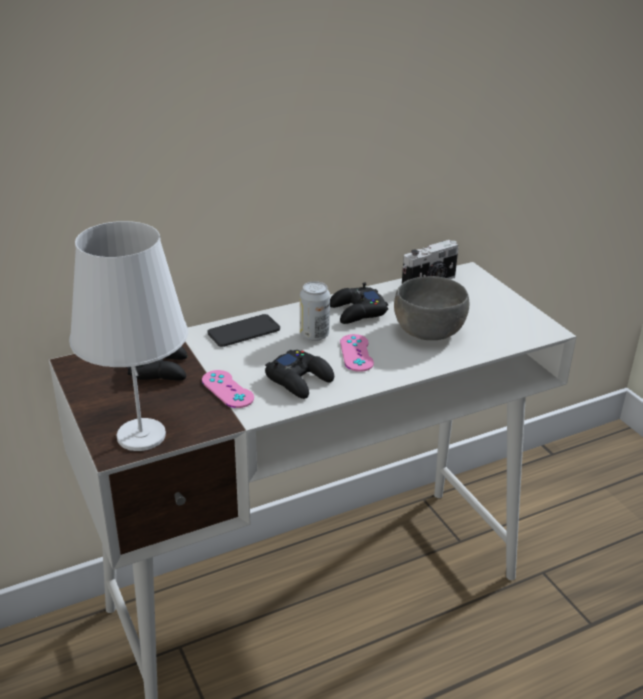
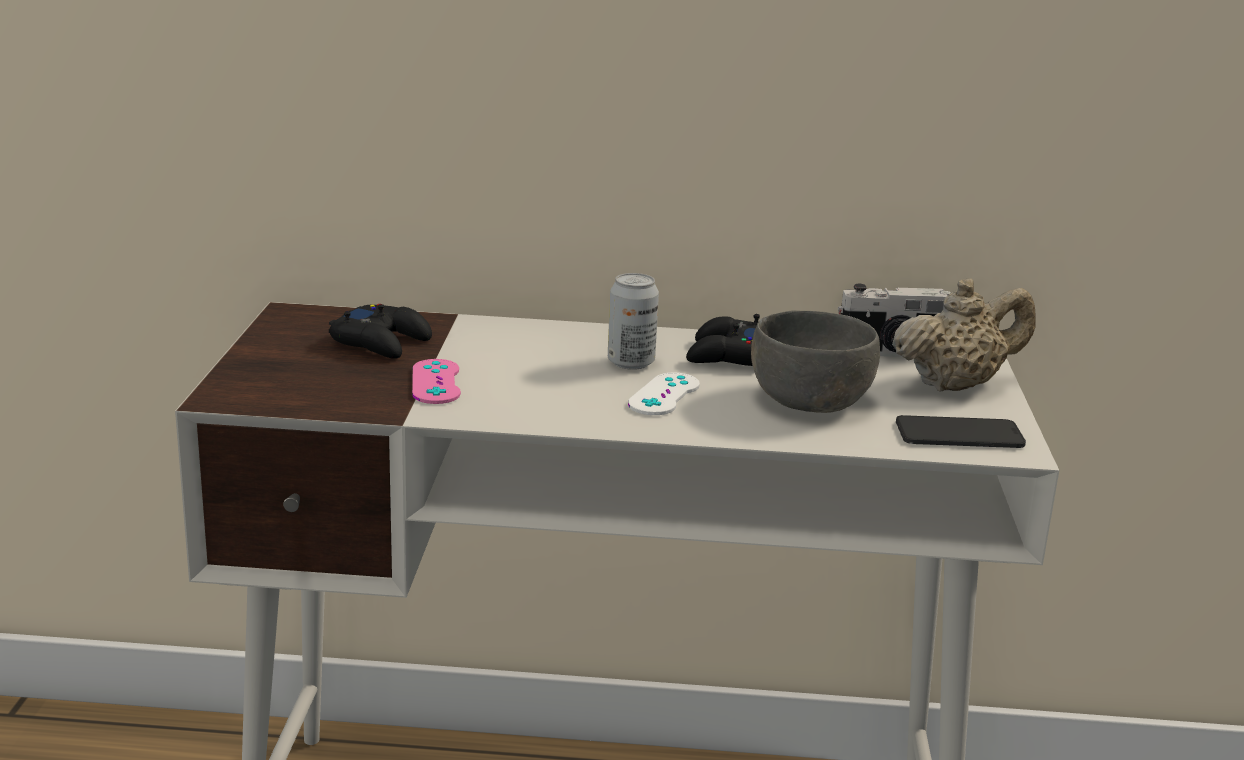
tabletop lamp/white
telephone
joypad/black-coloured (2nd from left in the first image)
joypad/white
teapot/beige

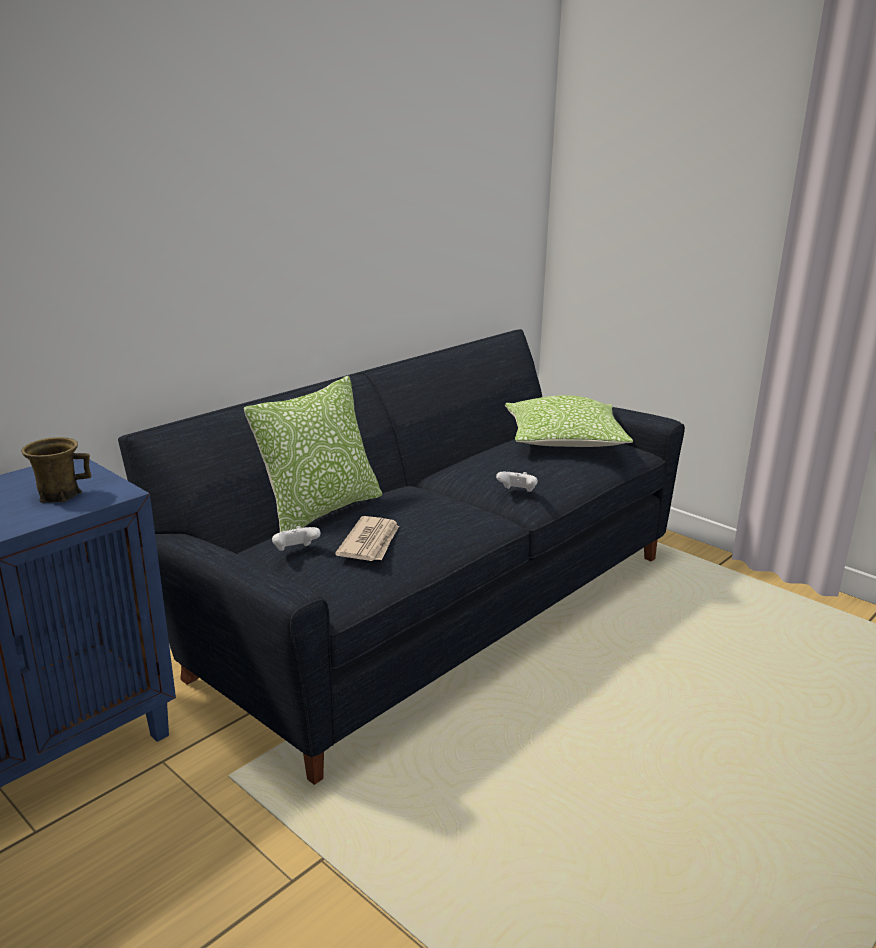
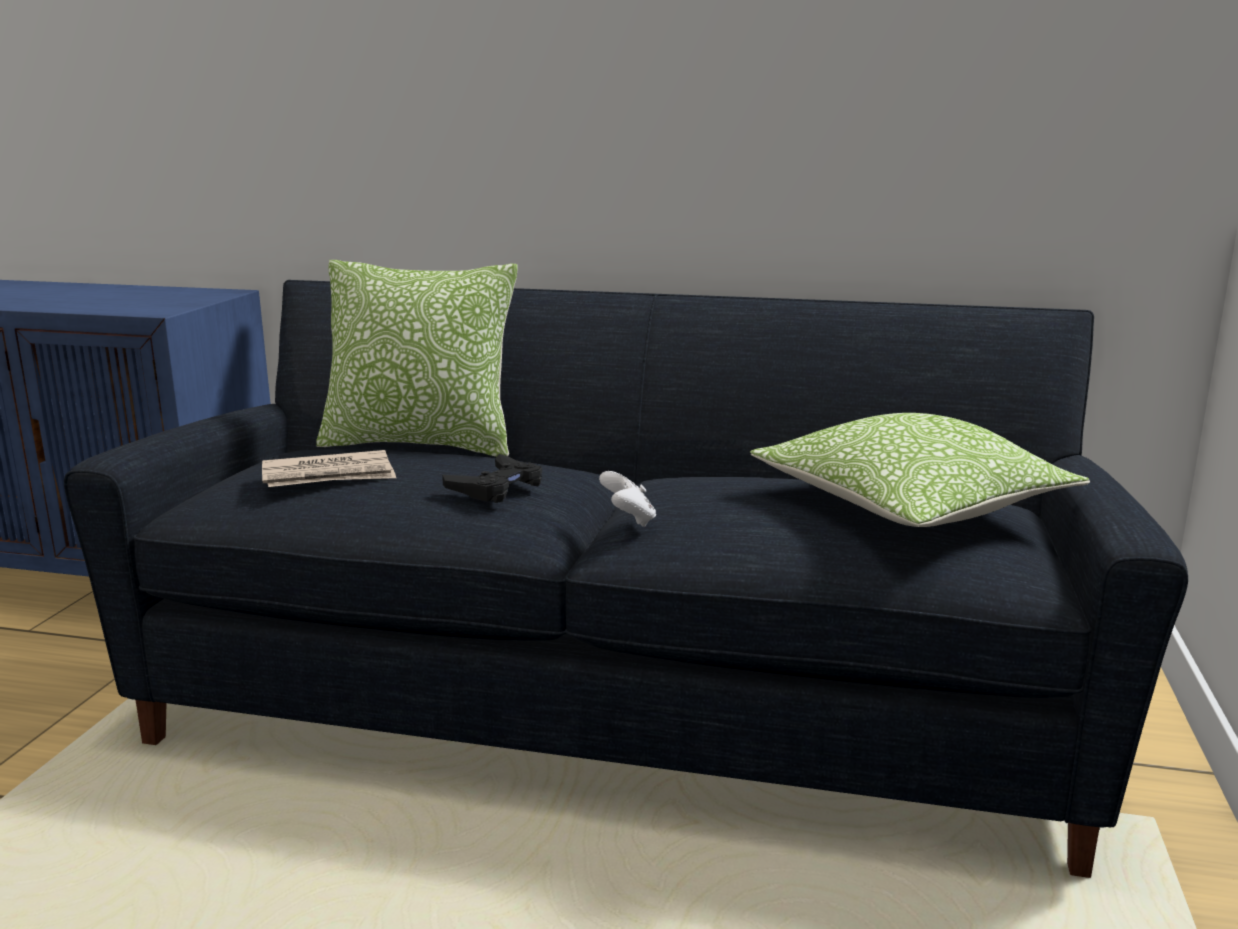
coffee mug/brownish
joypad/white (1st from left in the first image)
joypad/black-coloured

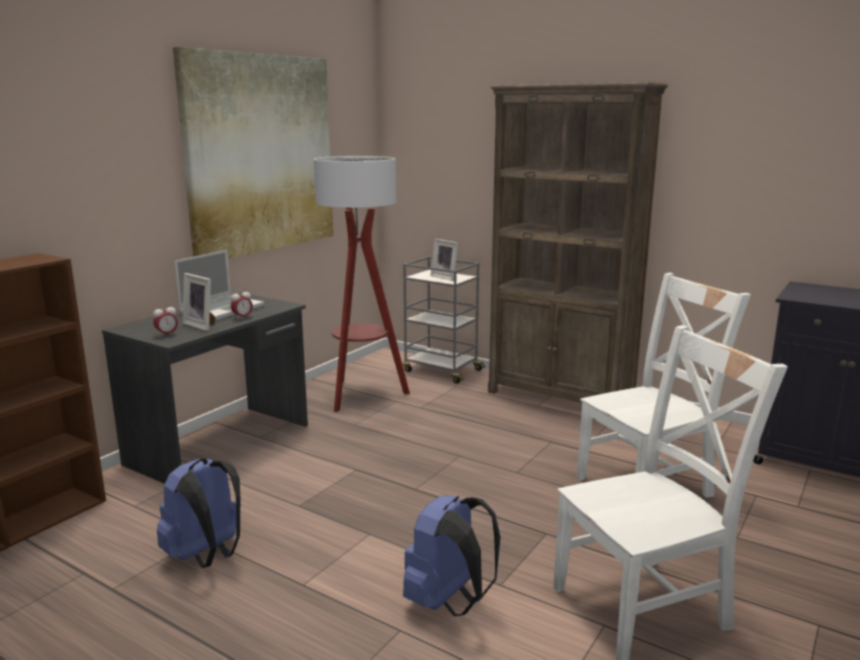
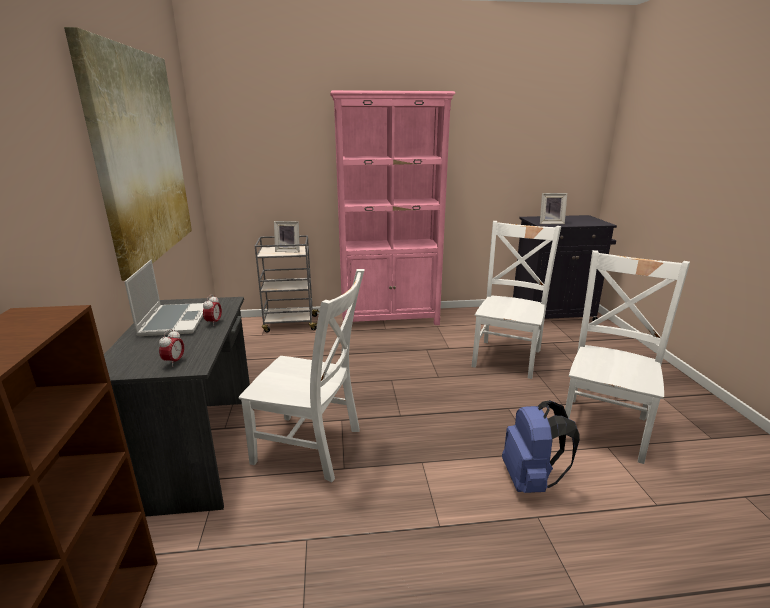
backpack/blue-coloured (1st from left in the first image)
standing frame (2nd from left)
standing lamp
bookcase/pinkish
chair/white (1st from left)

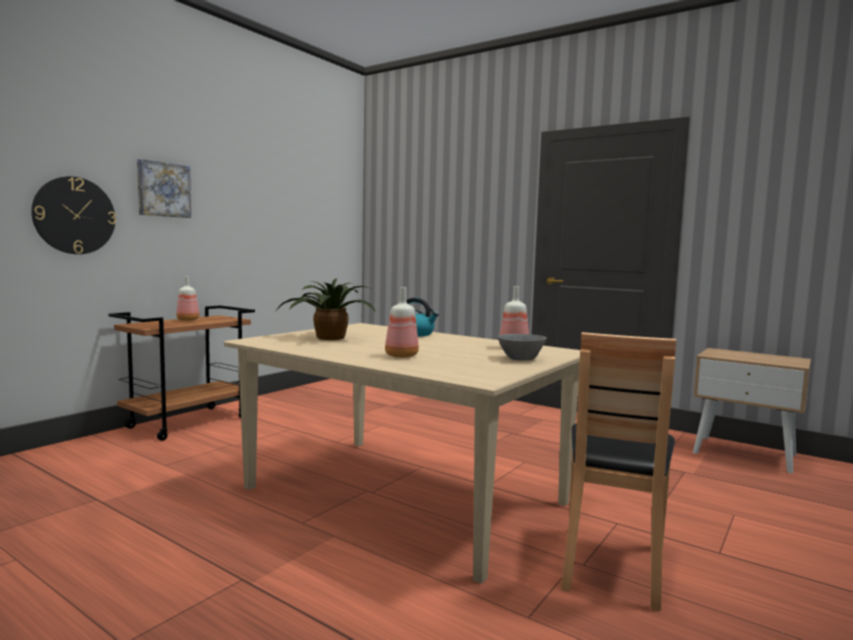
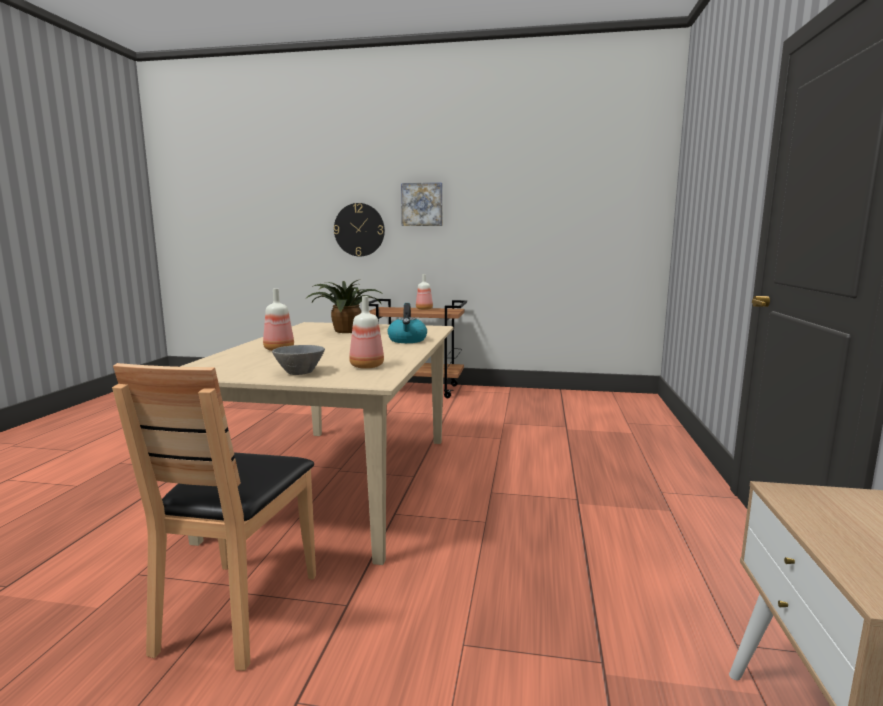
chair/brownish

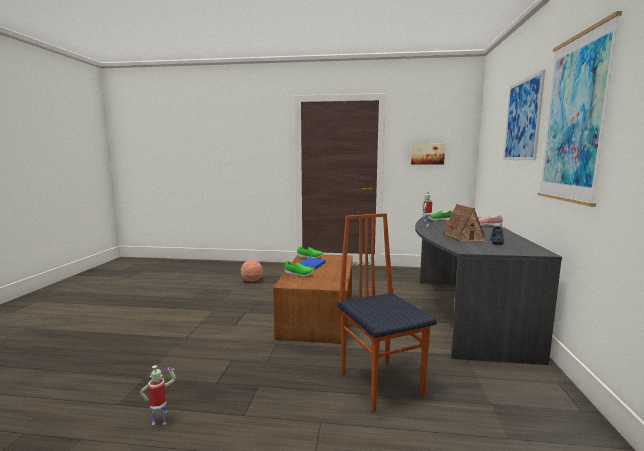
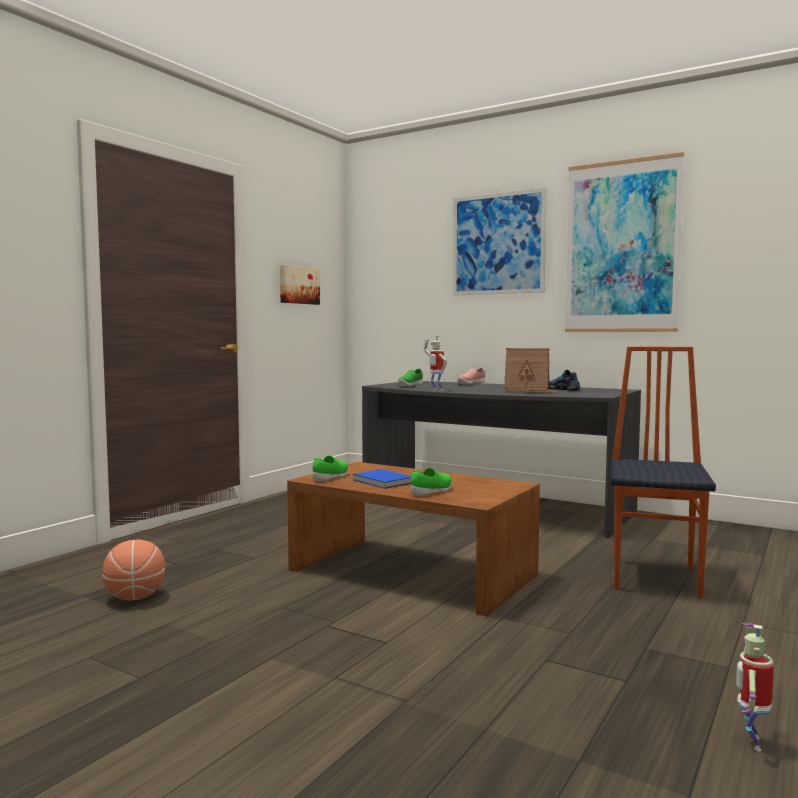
chair

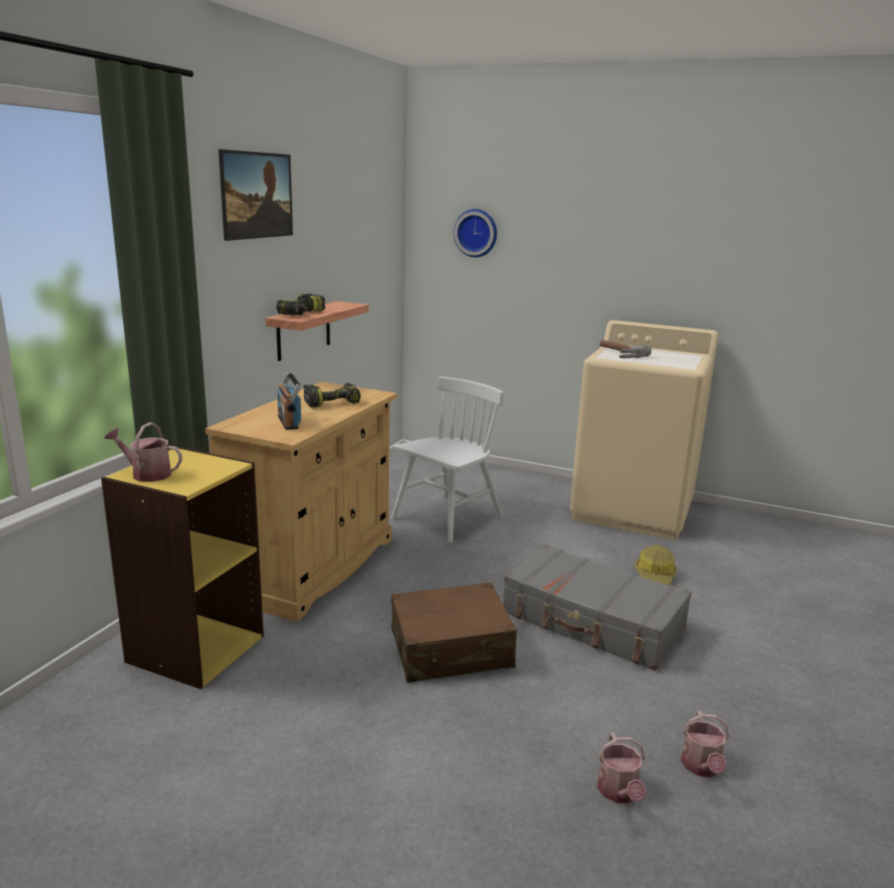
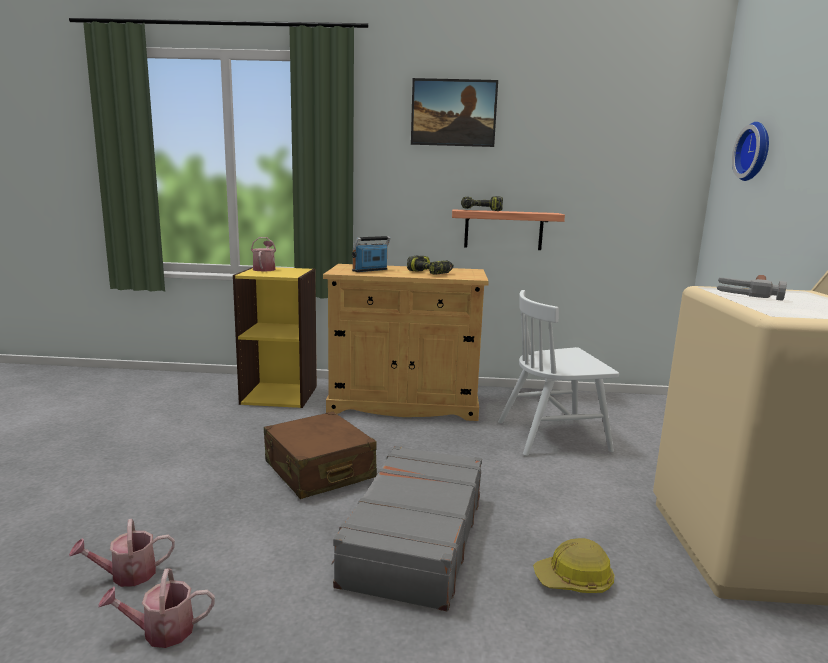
chair/white

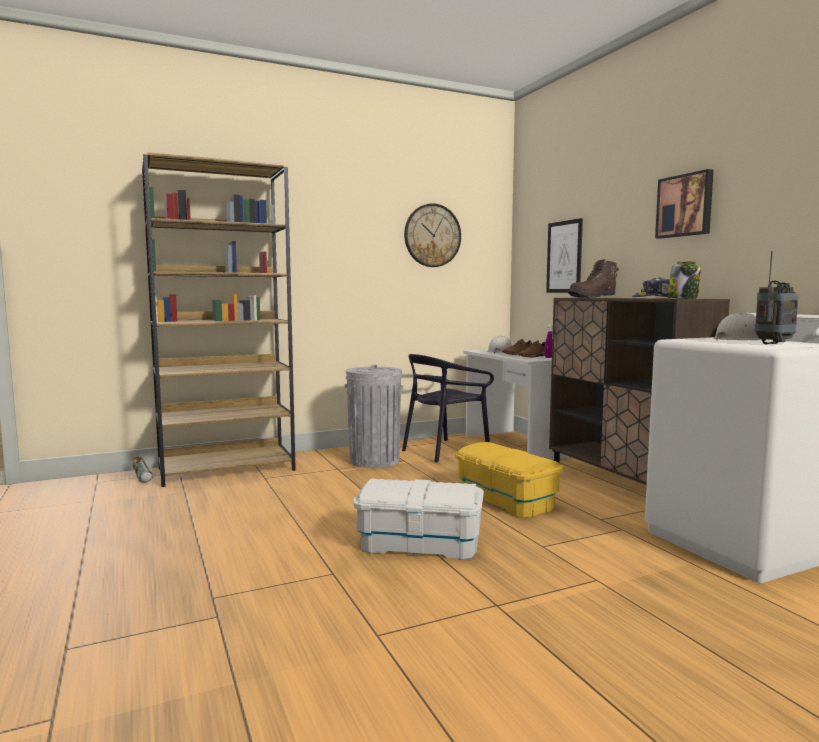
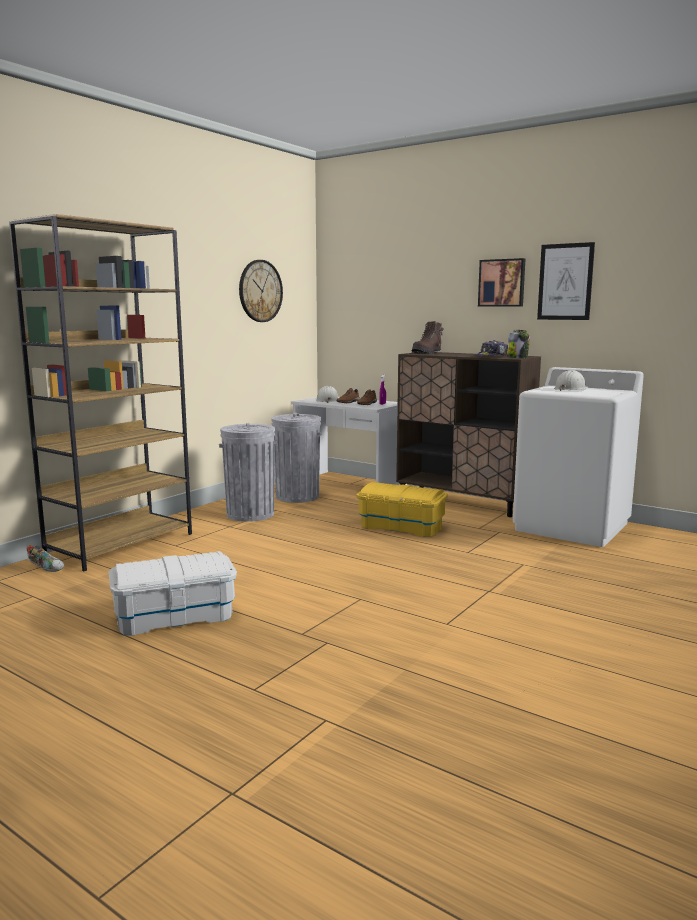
storage box/white
rubbish bin/grey (2nd from left)
wall art (2nd from left)
radio set

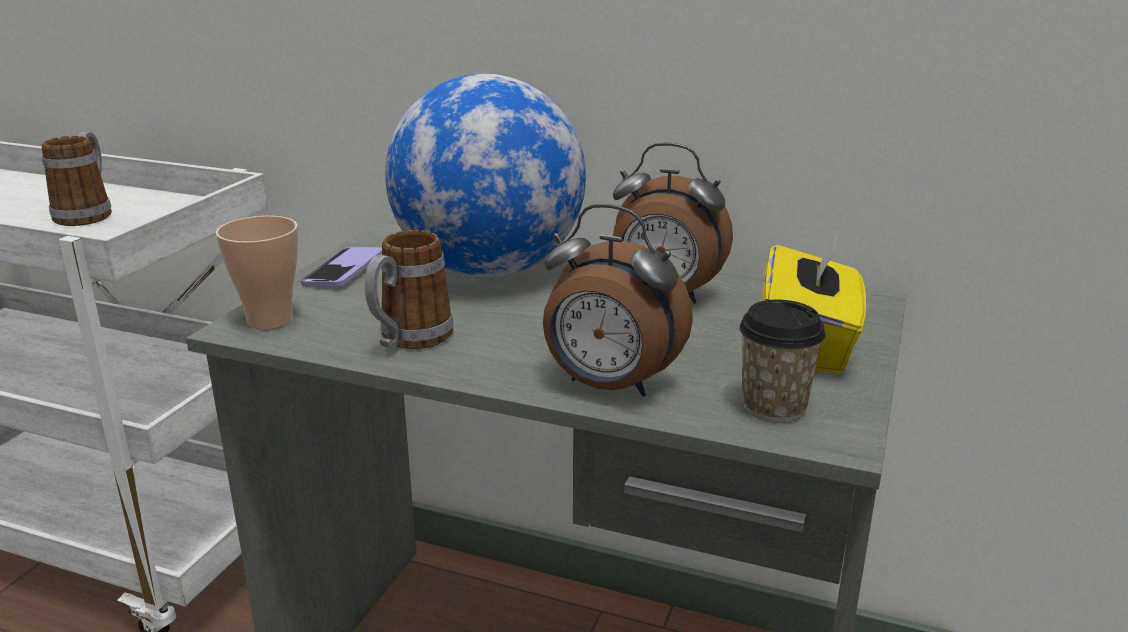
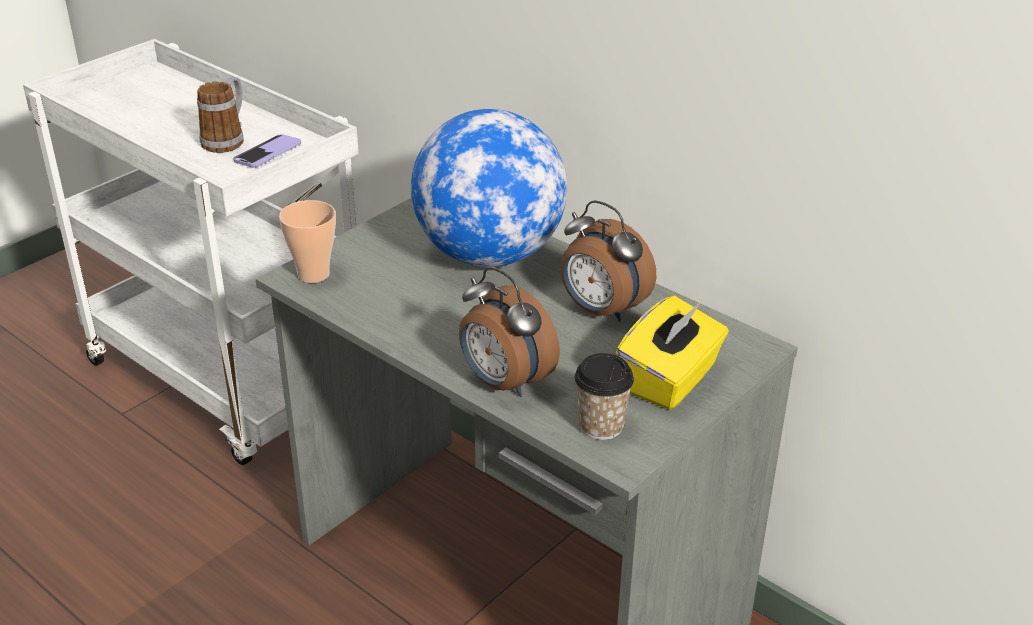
telephone
coffee mug (2nd from left in the first image)

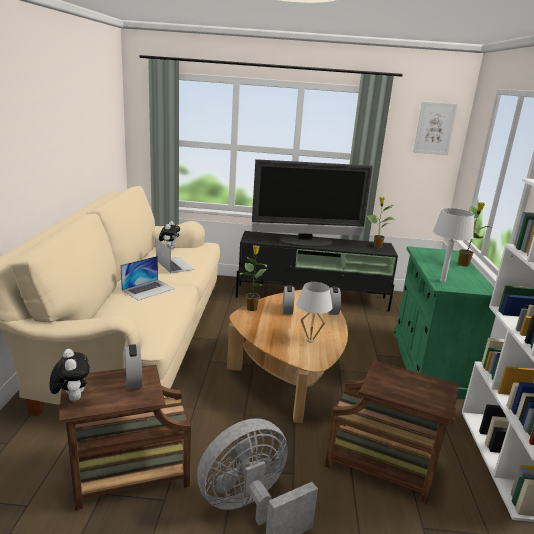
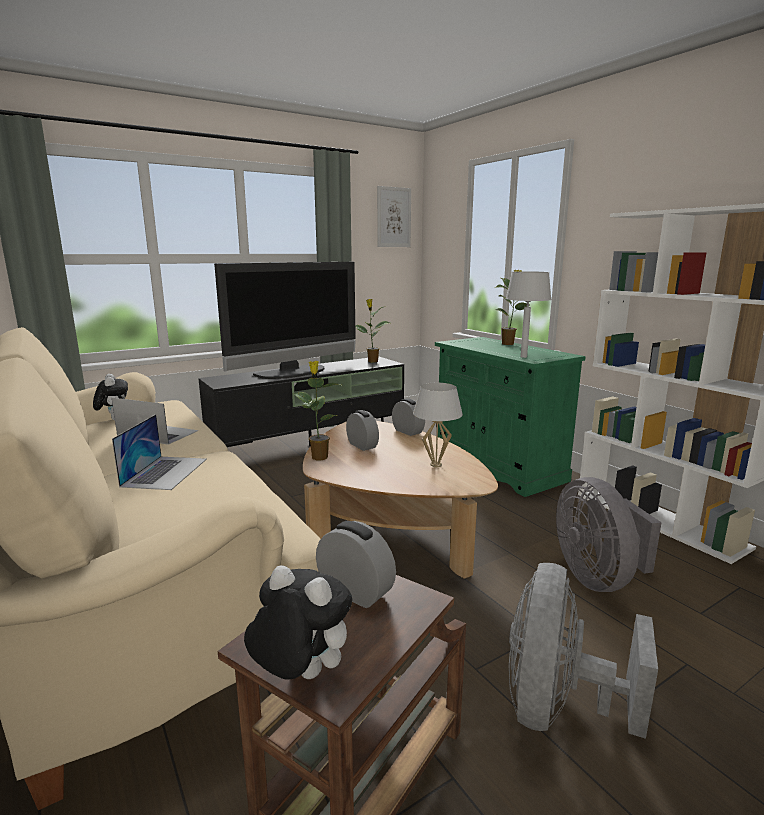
cooling fan/grey (2nd from left)

